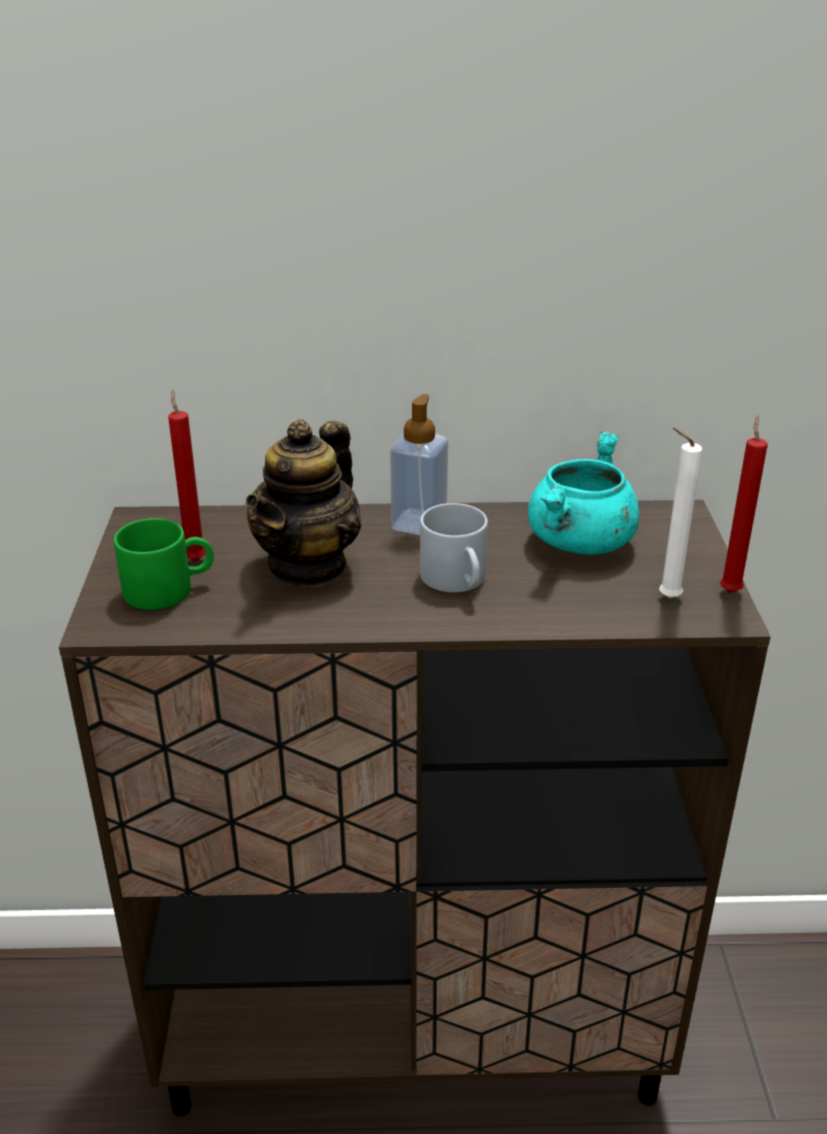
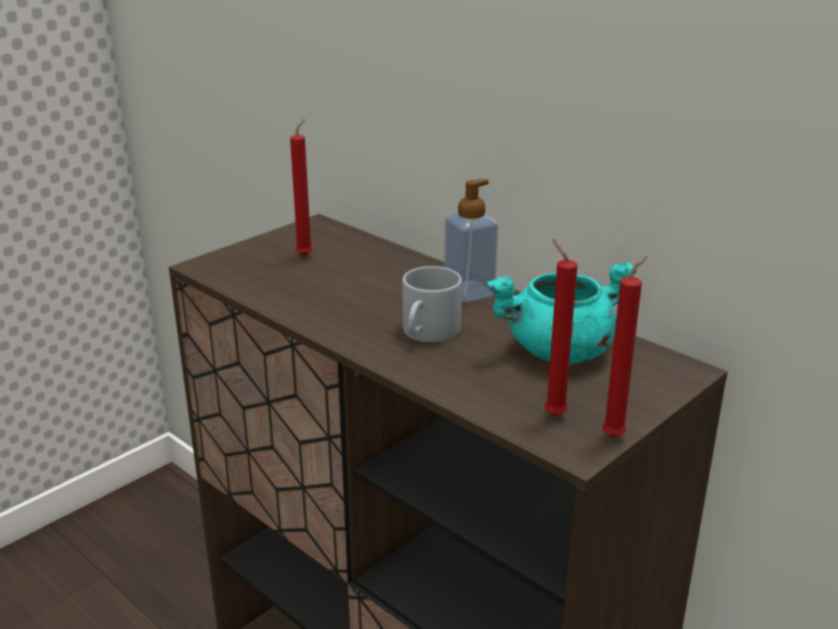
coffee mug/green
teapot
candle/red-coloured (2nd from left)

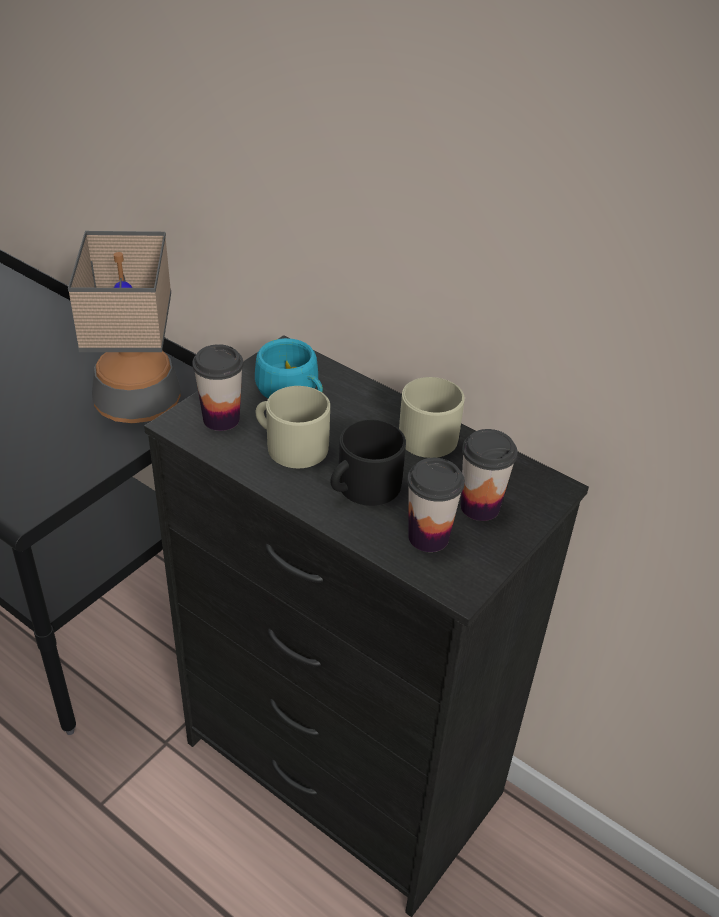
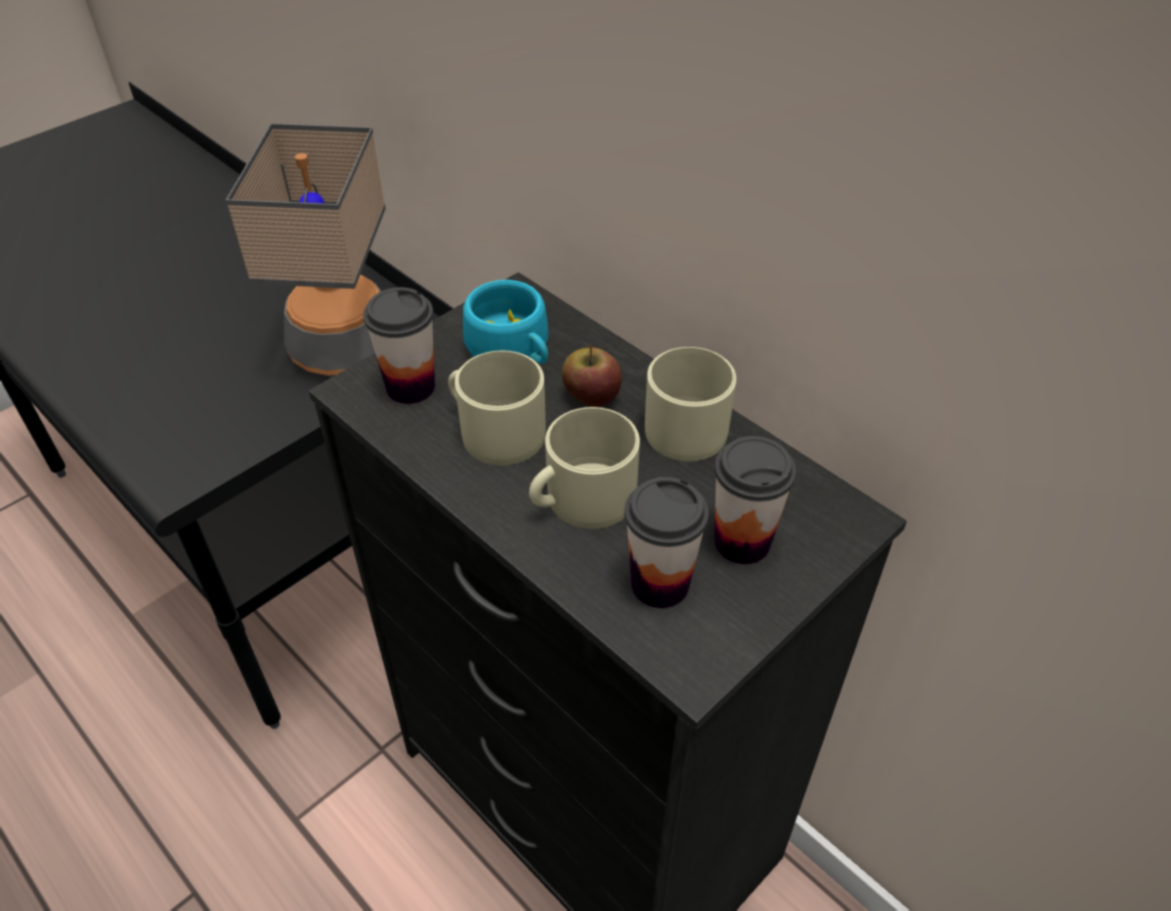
coffee mug/beige (2nd from left)
whole apple

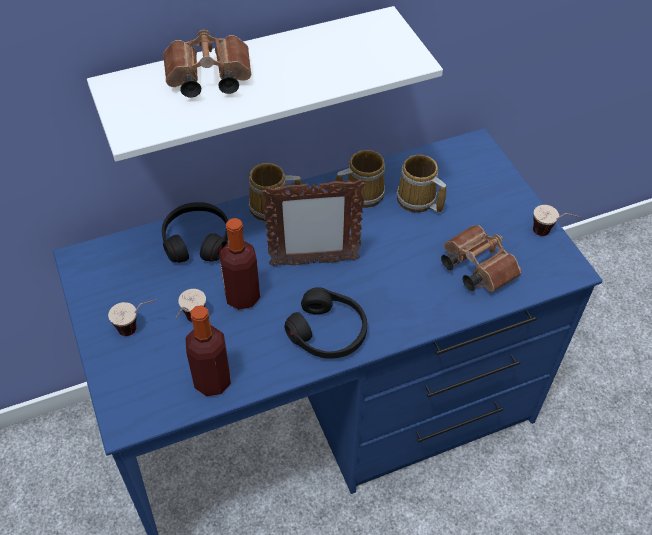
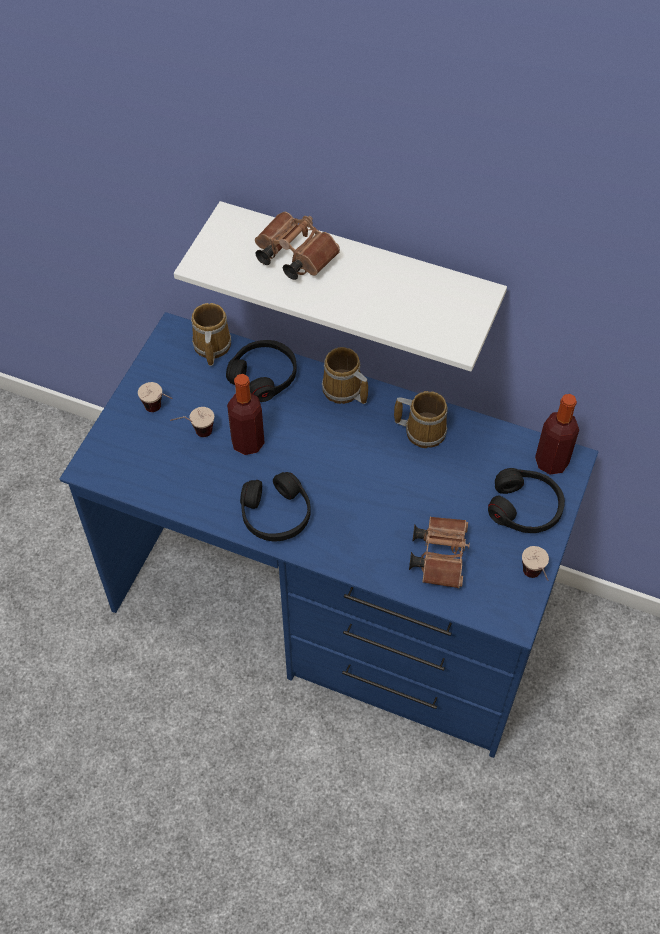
bottle (2nd from left)
standing frame
coffee mug (1st from left)
headset/black-coloured (3rd from left)

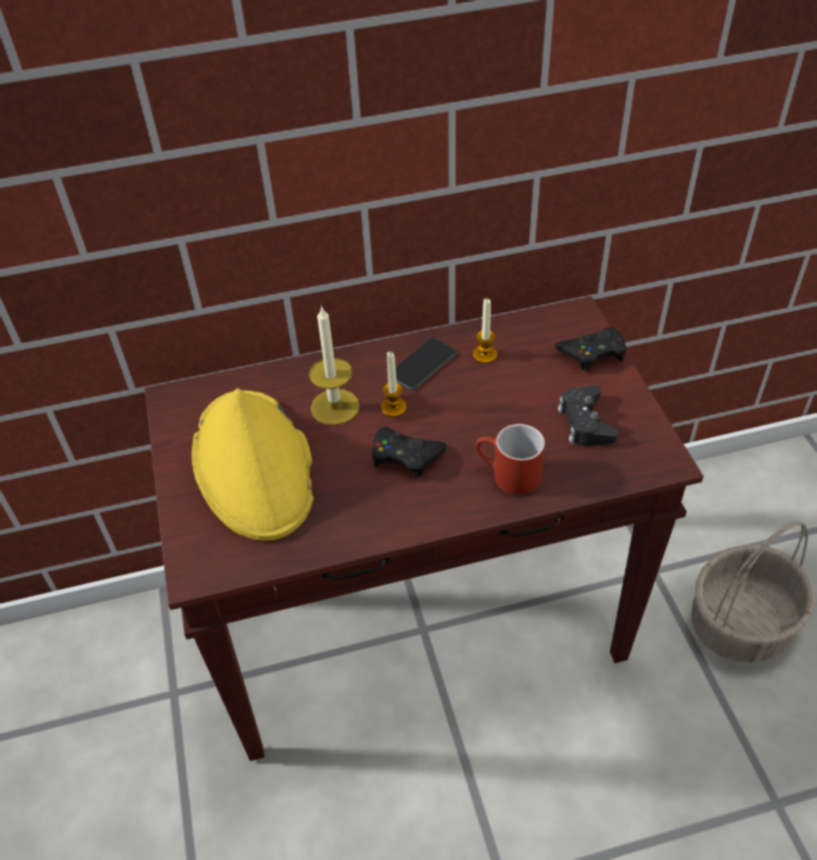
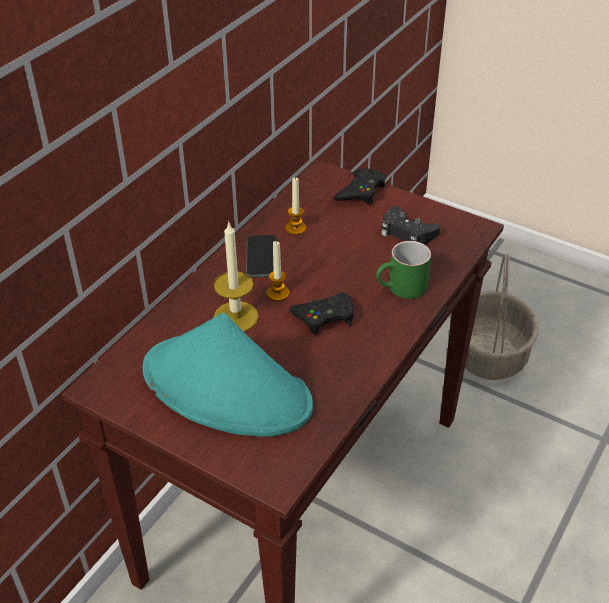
hat/turquoise-coloured
coffee mug/green

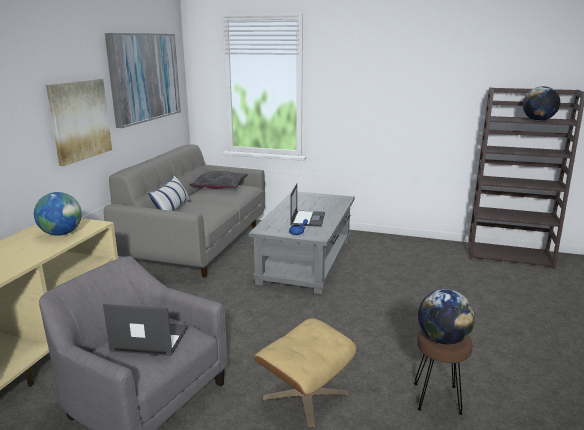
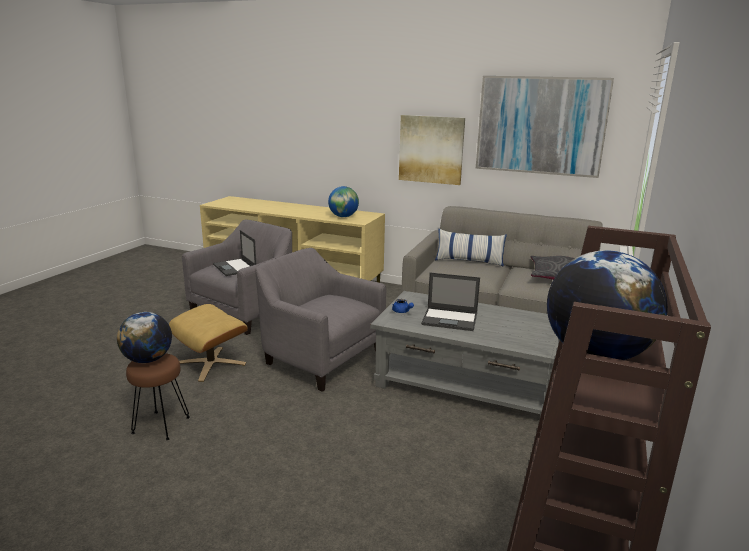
laptop (1st from left)
lounge chair/grey (2nd from left)

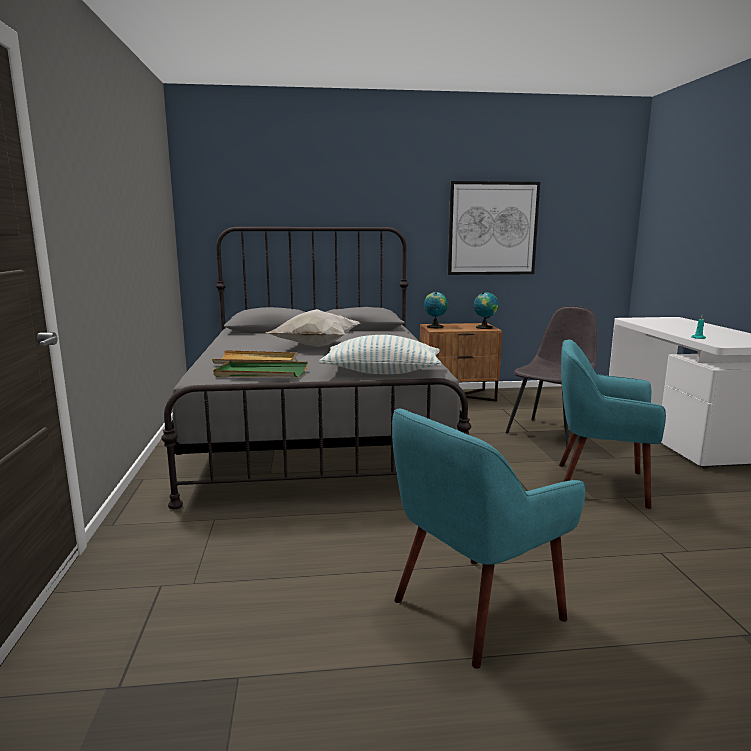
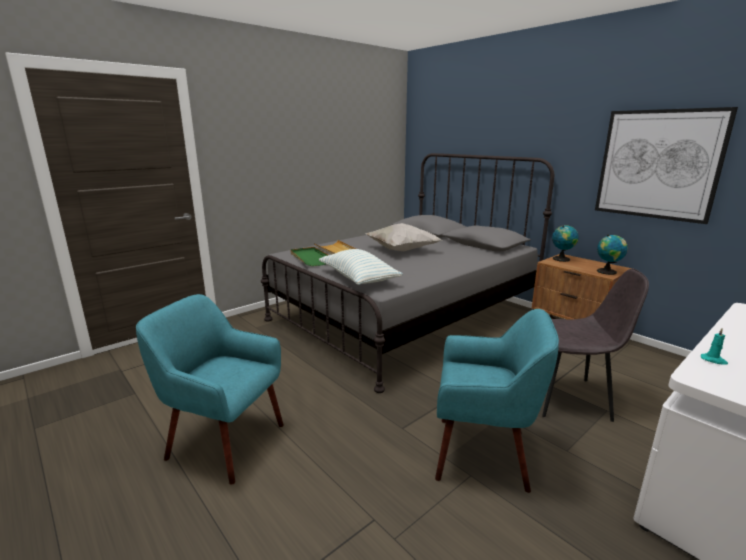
lounge chair/turquoise-coloured (2nd from left)

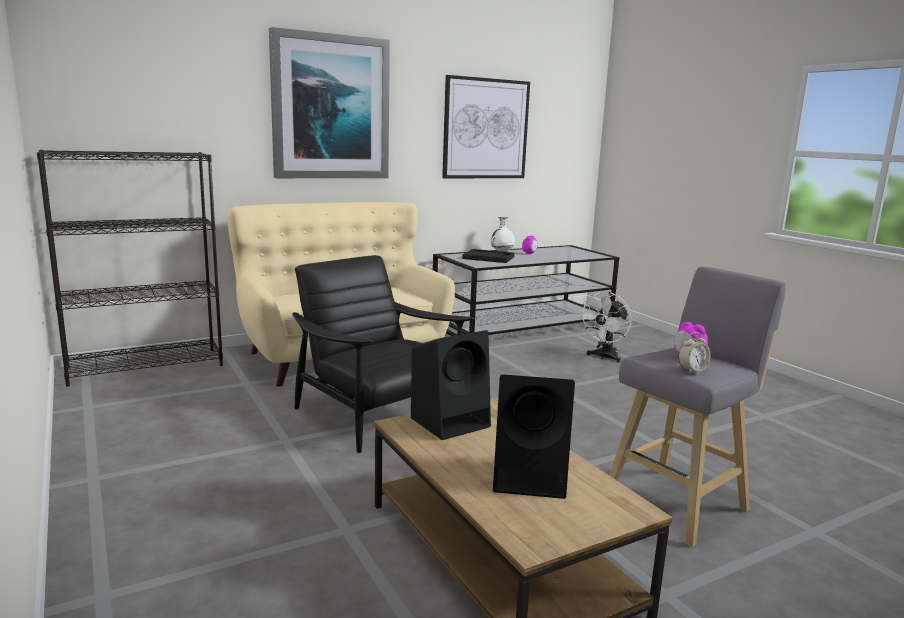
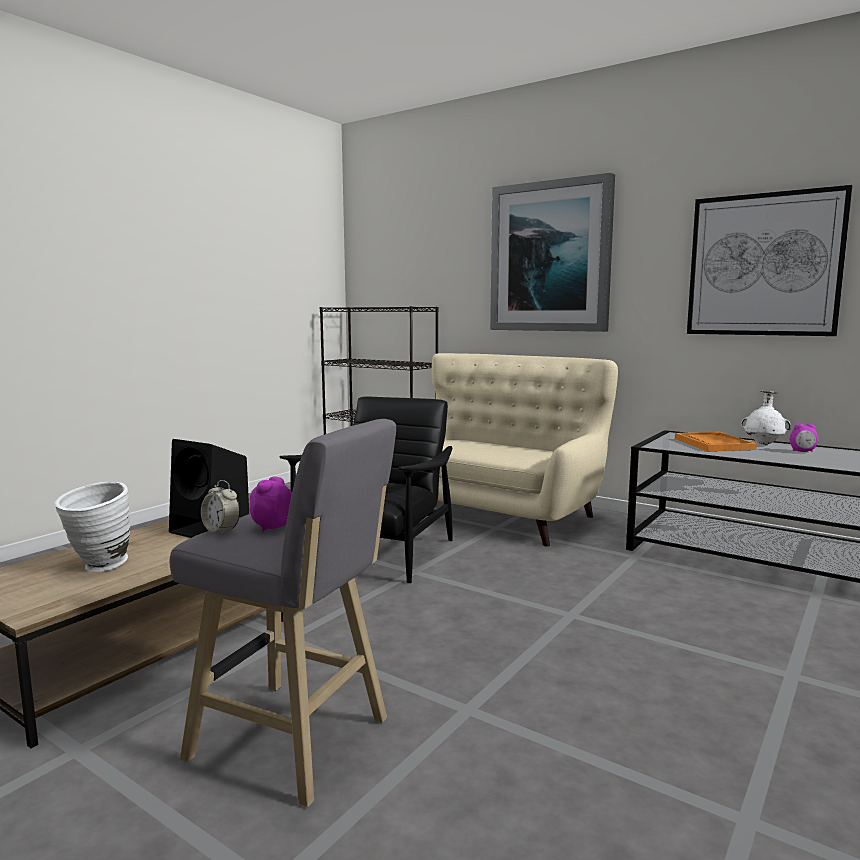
tray/orangey
vase/white (1st from left)
cooling fan/white

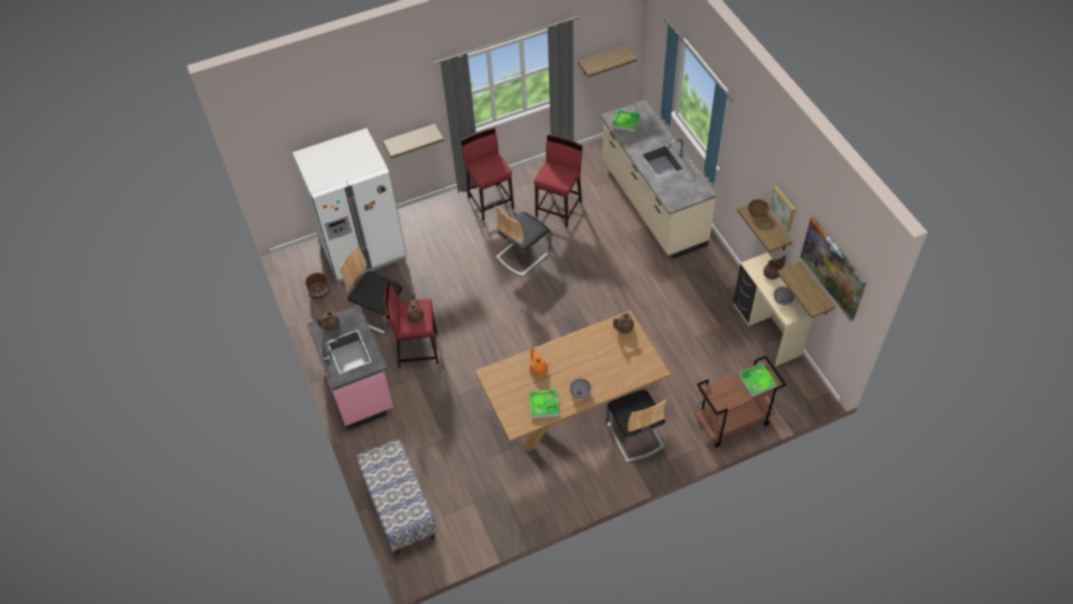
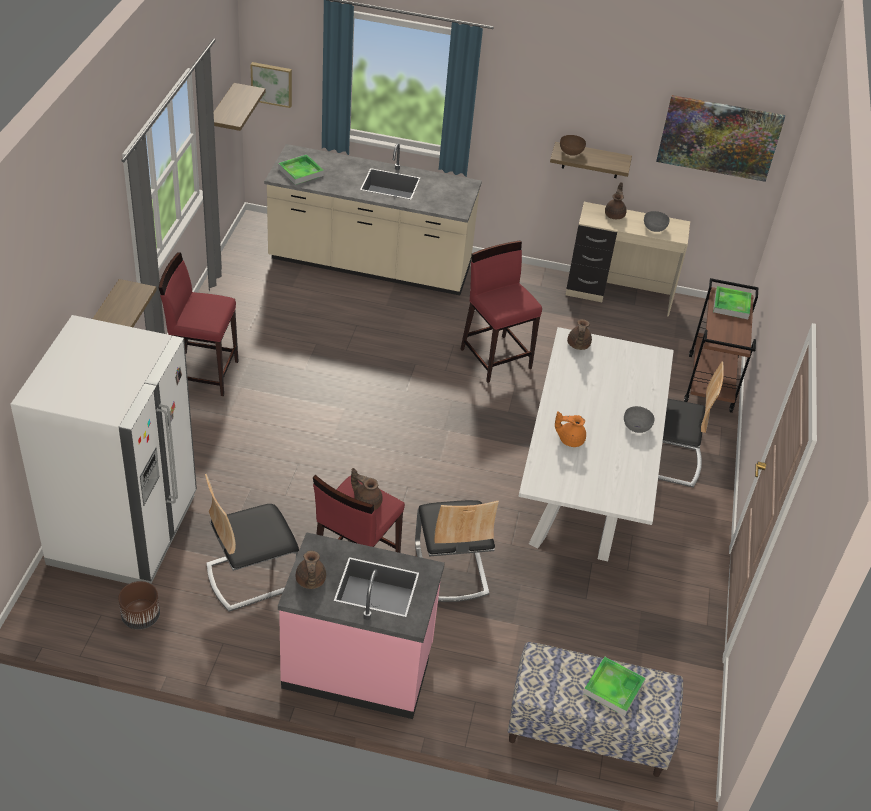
dining table/white
chair (2nd from left)
tray (2nd from left)
stool seat/red-coloured (3rd from left)
wall art (1st from left)
wall shelf (4th from left in the first image)

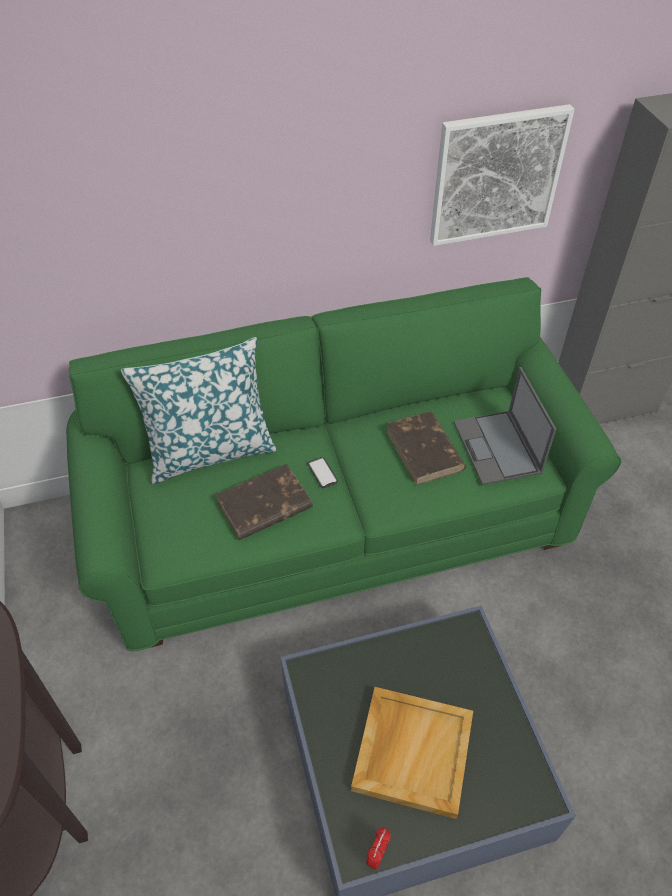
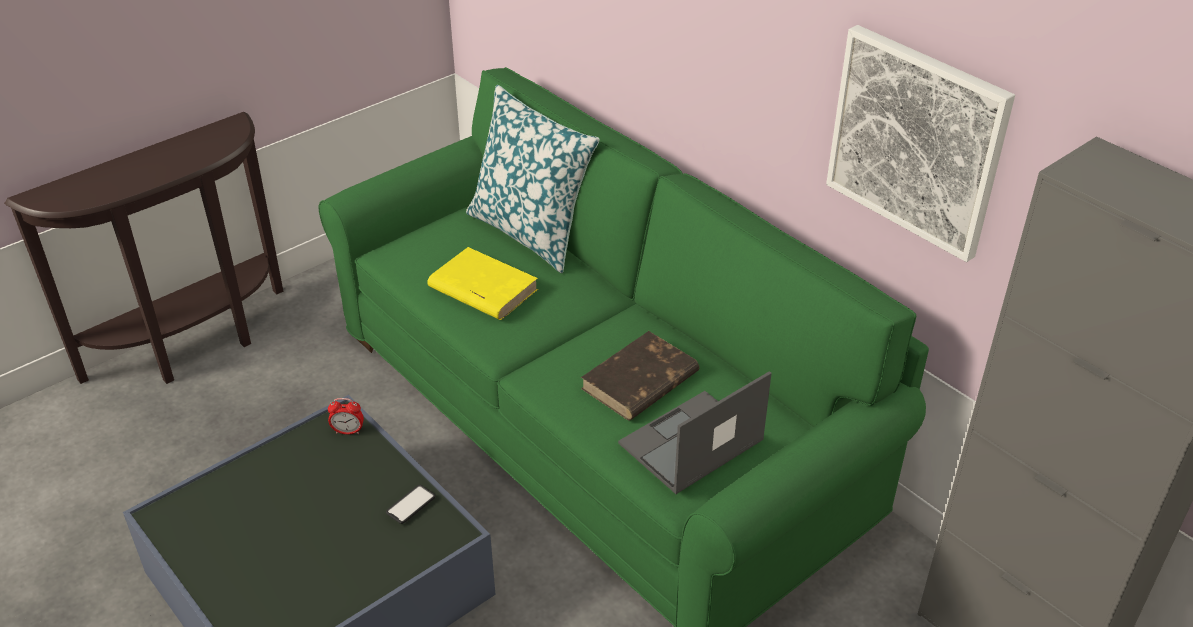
book/yellowish
telephone
tray/beige
alarm clock

